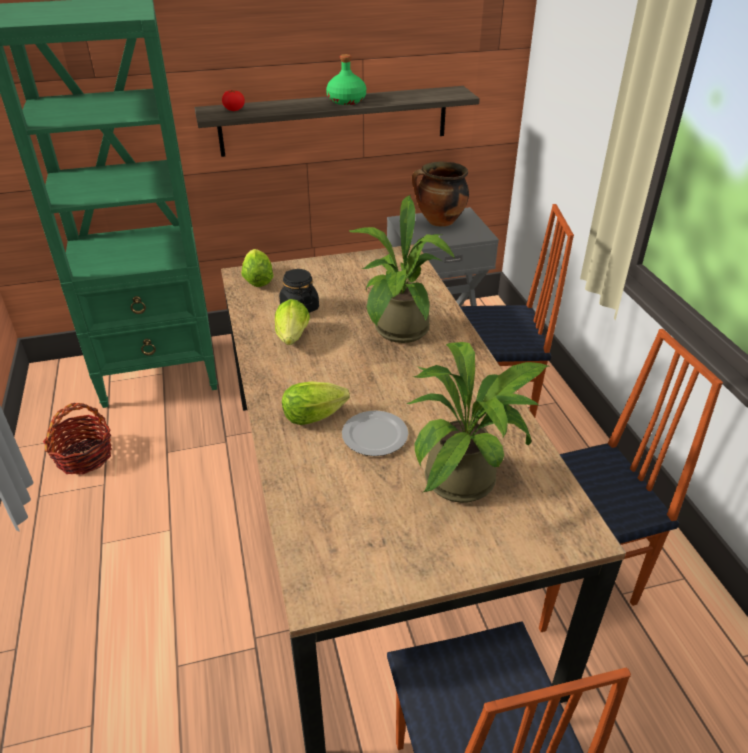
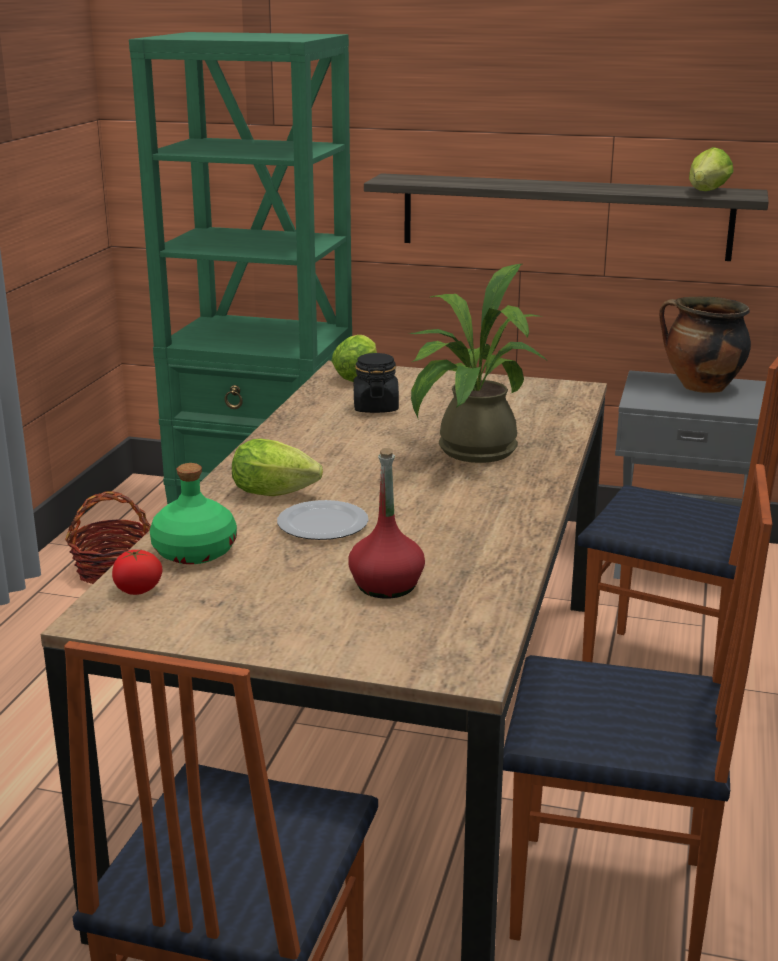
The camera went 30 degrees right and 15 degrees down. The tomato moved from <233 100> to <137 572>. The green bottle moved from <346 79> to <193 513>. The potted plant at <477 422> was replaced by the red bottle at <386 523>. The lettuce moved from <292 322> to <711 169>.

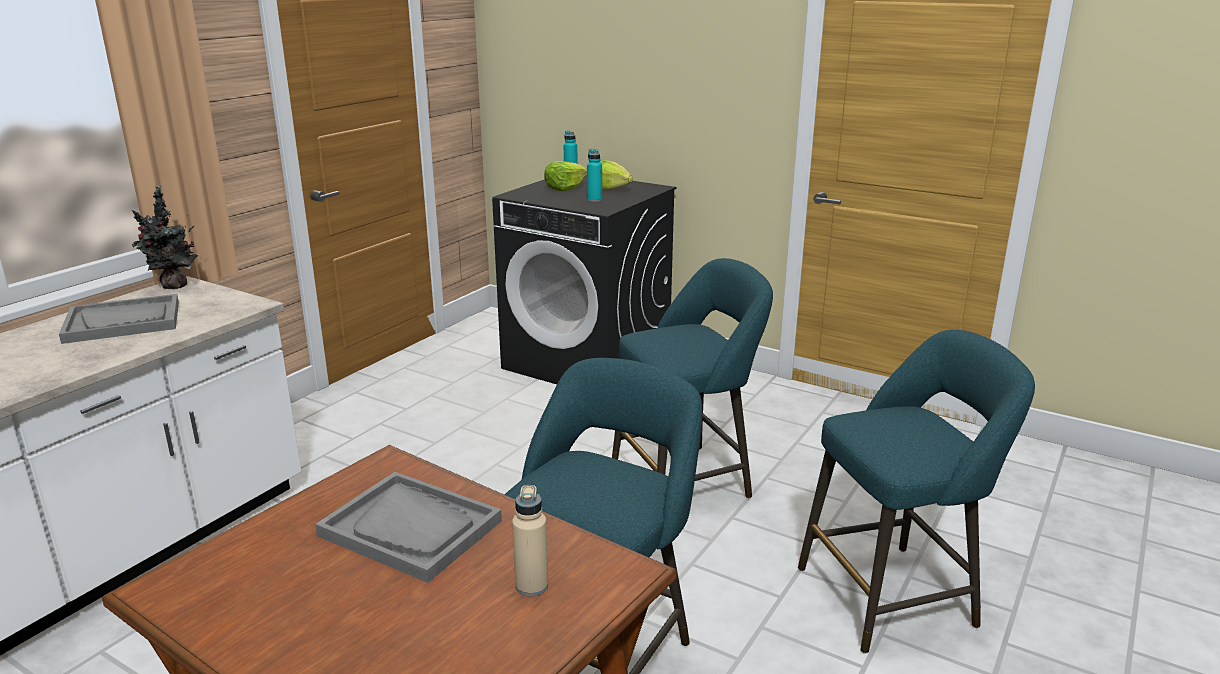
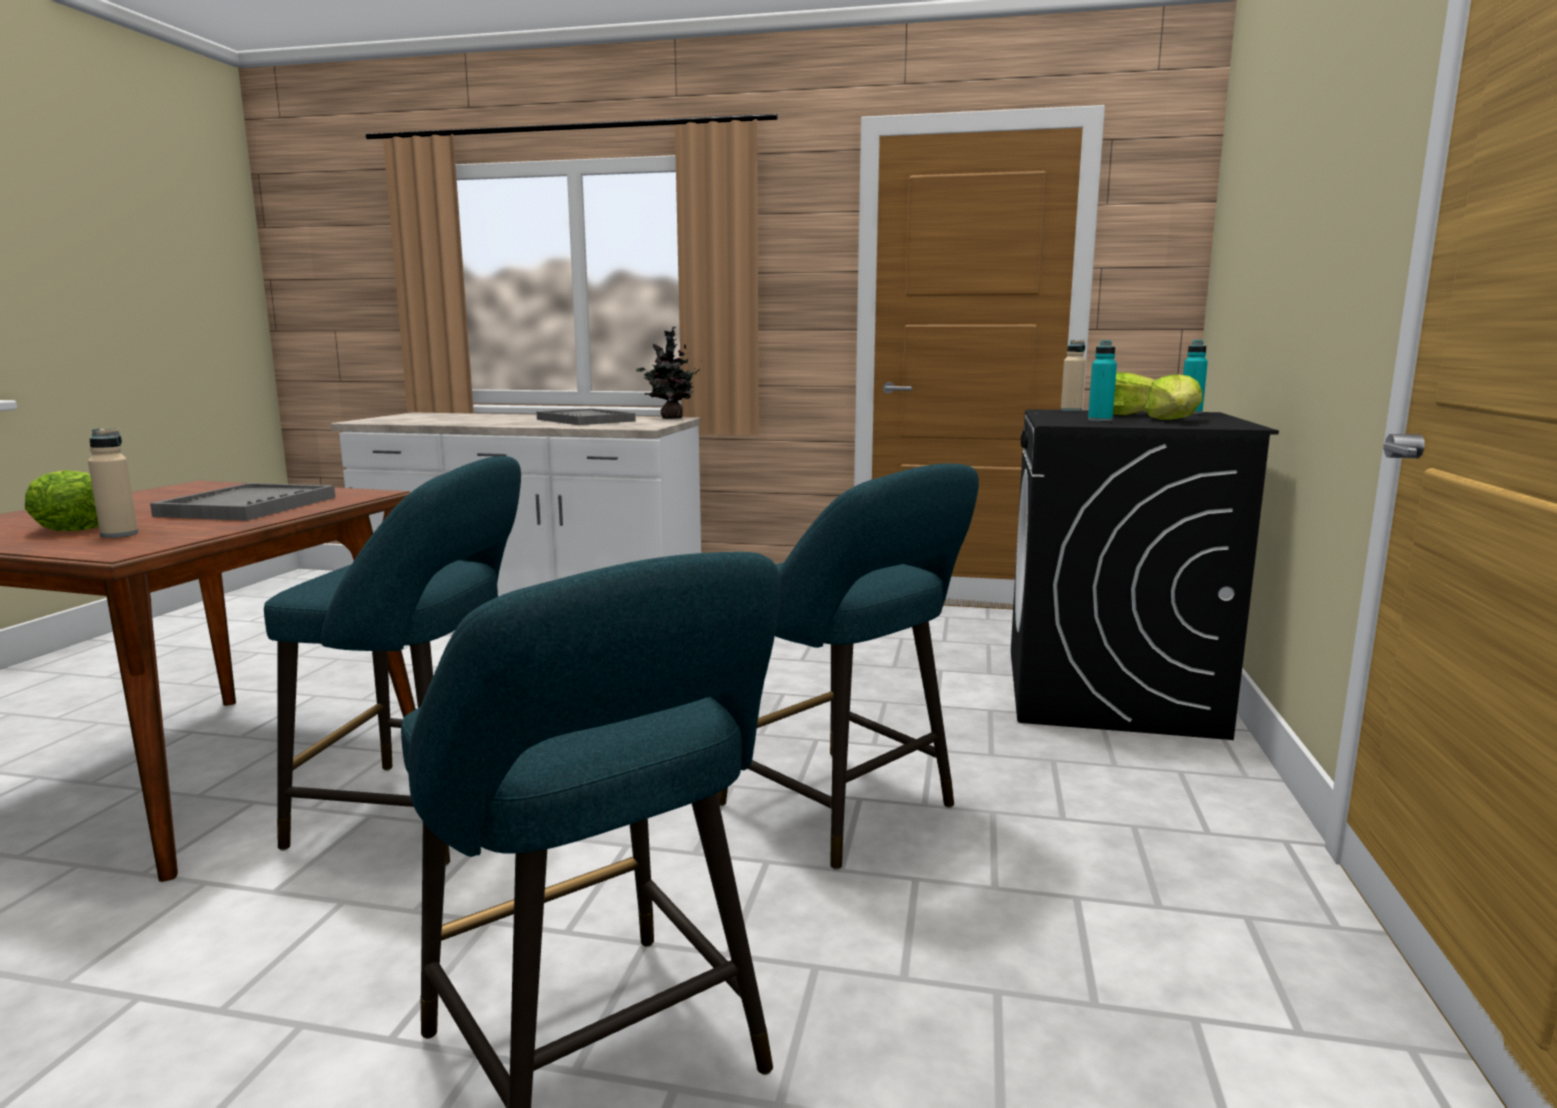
The camera went 70 degrees right and 10 degrees down. The lettuce at <62 500> appeared. The beige bottle at <1073 375> appeared.

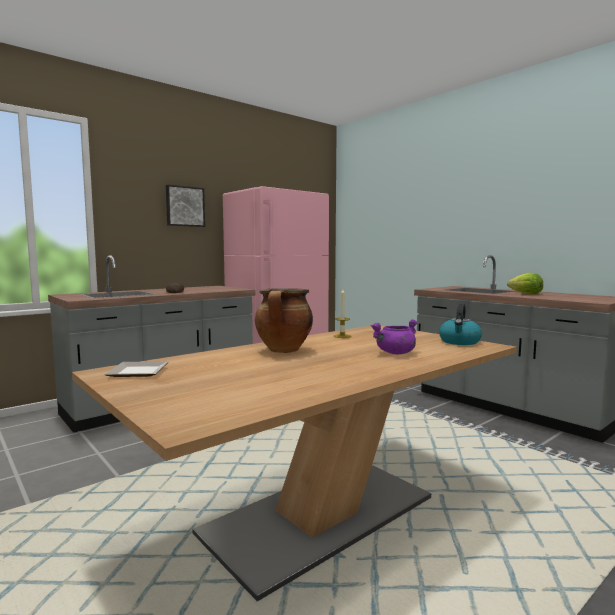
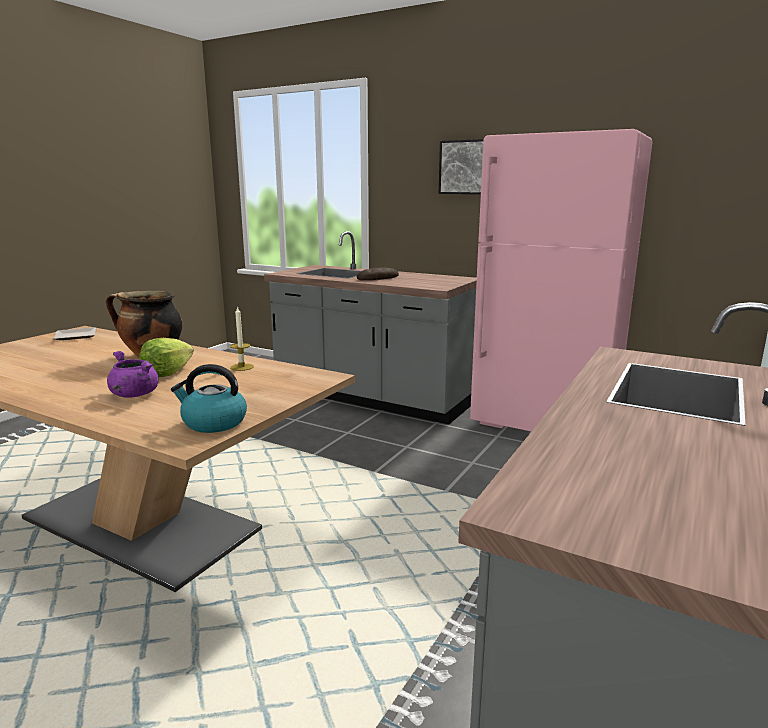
The camera went 70 degrees right and 10 degrees up. The lettuce moved from <525 283> to <166 357>.

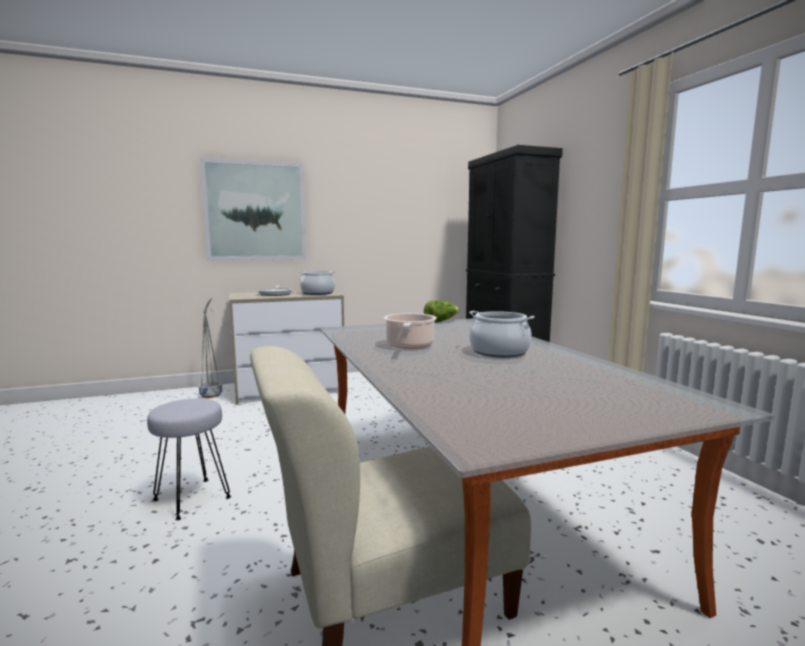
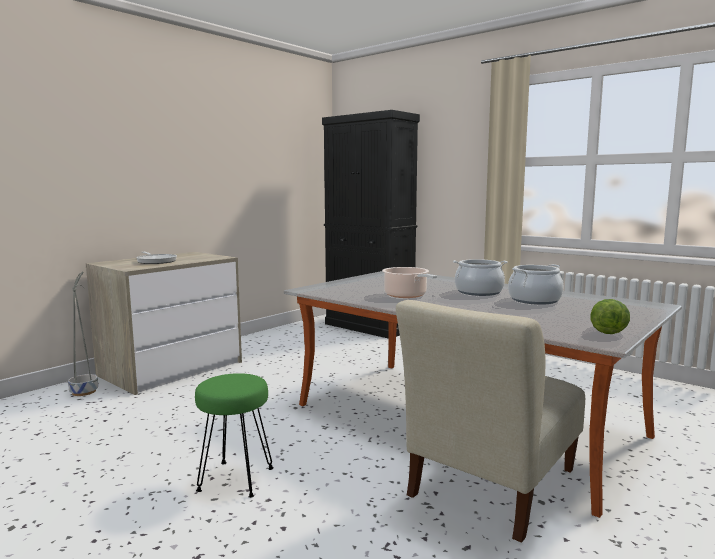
The camera went 30 degrees left and 0 degrees up. The grey stool at <189 459> became the green stool at <234 435>. The cooking pot moved from <317 283> to <535 284>. The lettuce moved from <441 312> to <610 316>. The picture at <253 209> disappeared.

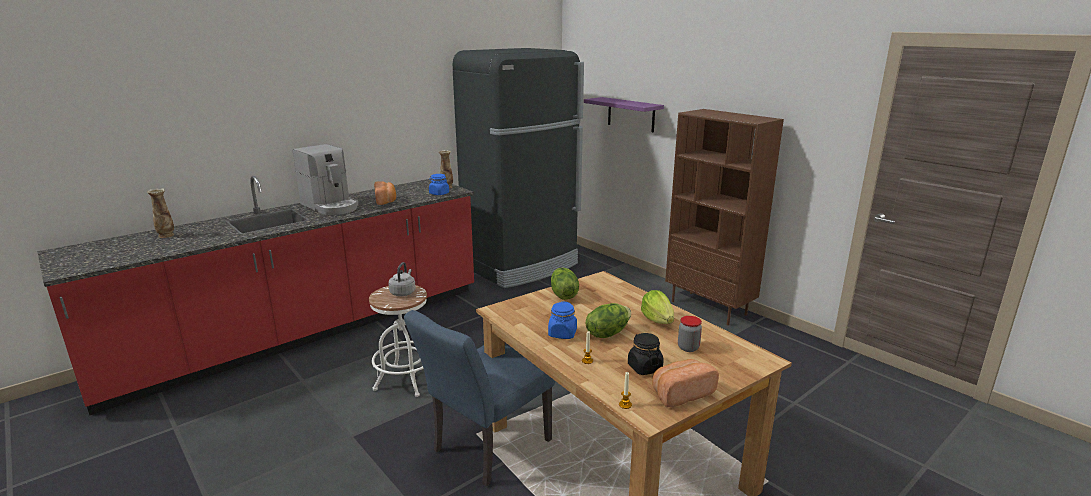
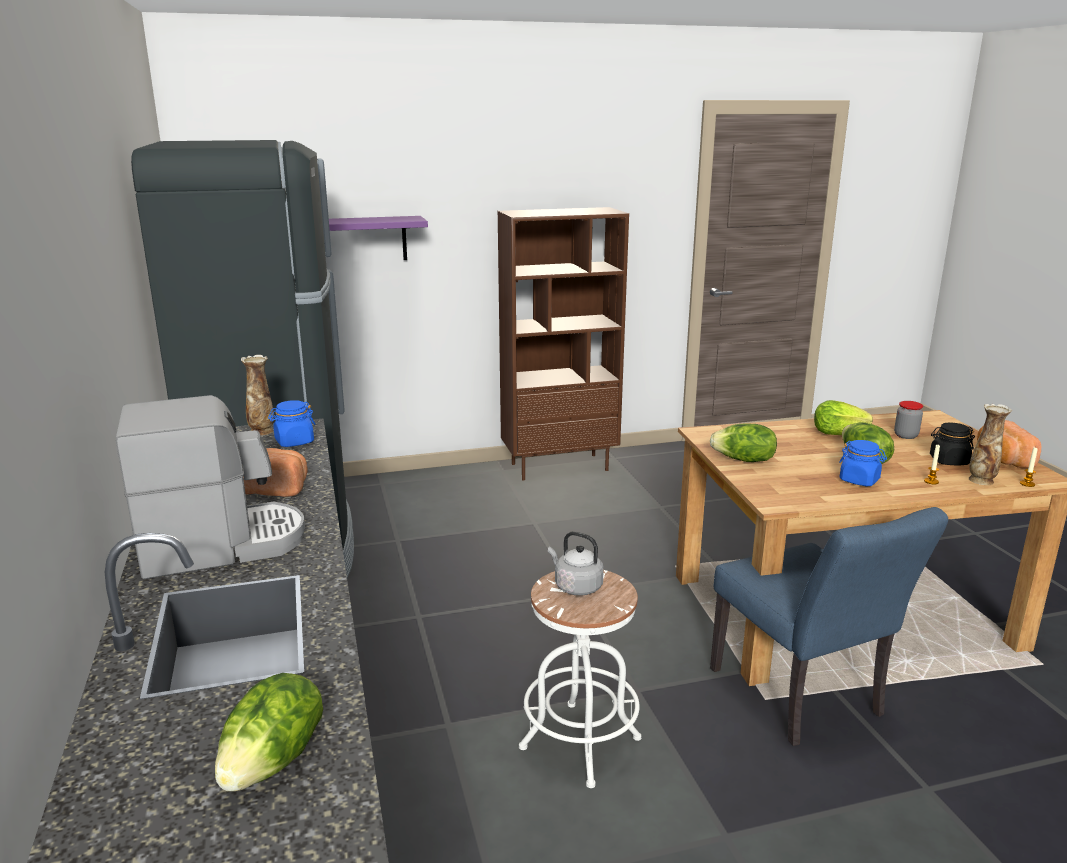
The camera went 65 degrees left and 0 degrees up. The lettuce at <269 732> appeared. The vase moved from <160 213> to <990 444>.

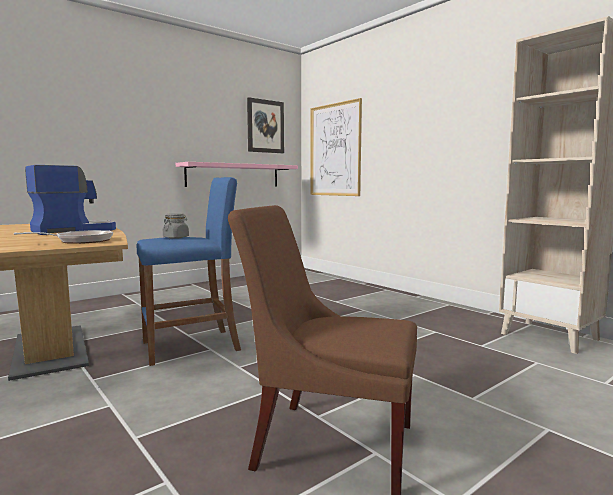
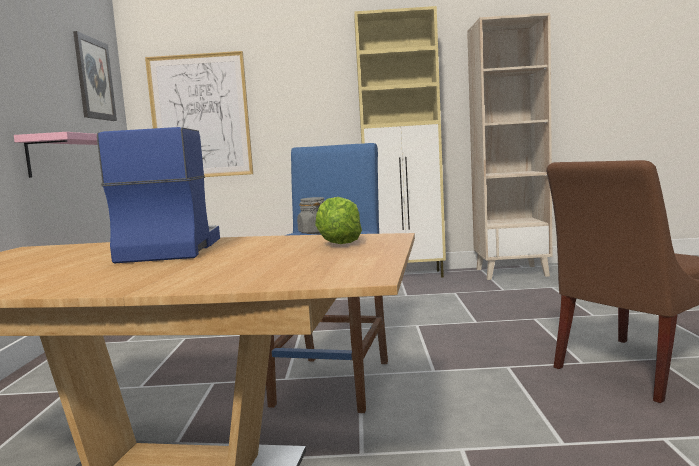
The camera went 50 degrees left and 0 degrees up. The frying pan at <63 237> was replaced by the lettuce at <338 220>. The beige cabinet at <400 142> appeared.

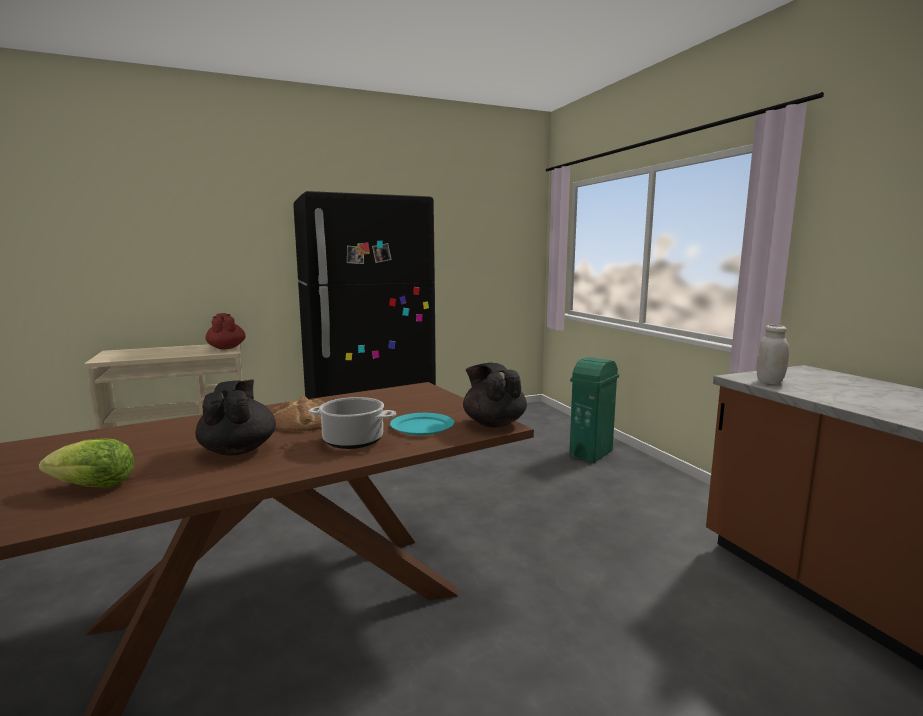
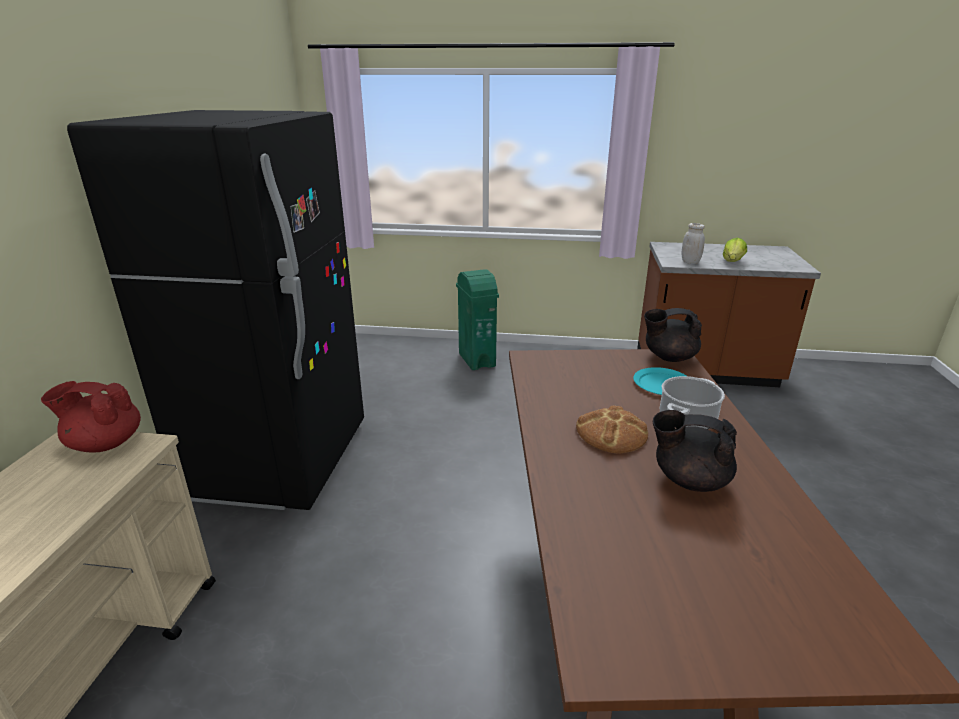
The camera went 60 degrees left and 15 degrees up. The lettuce moved from <87 463> to <735 250>.

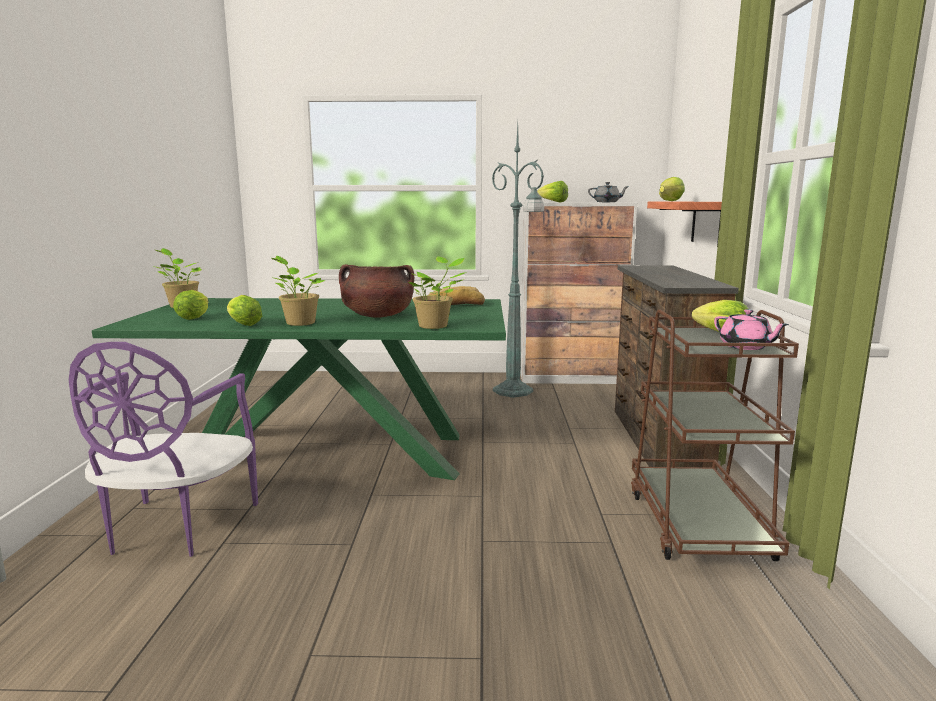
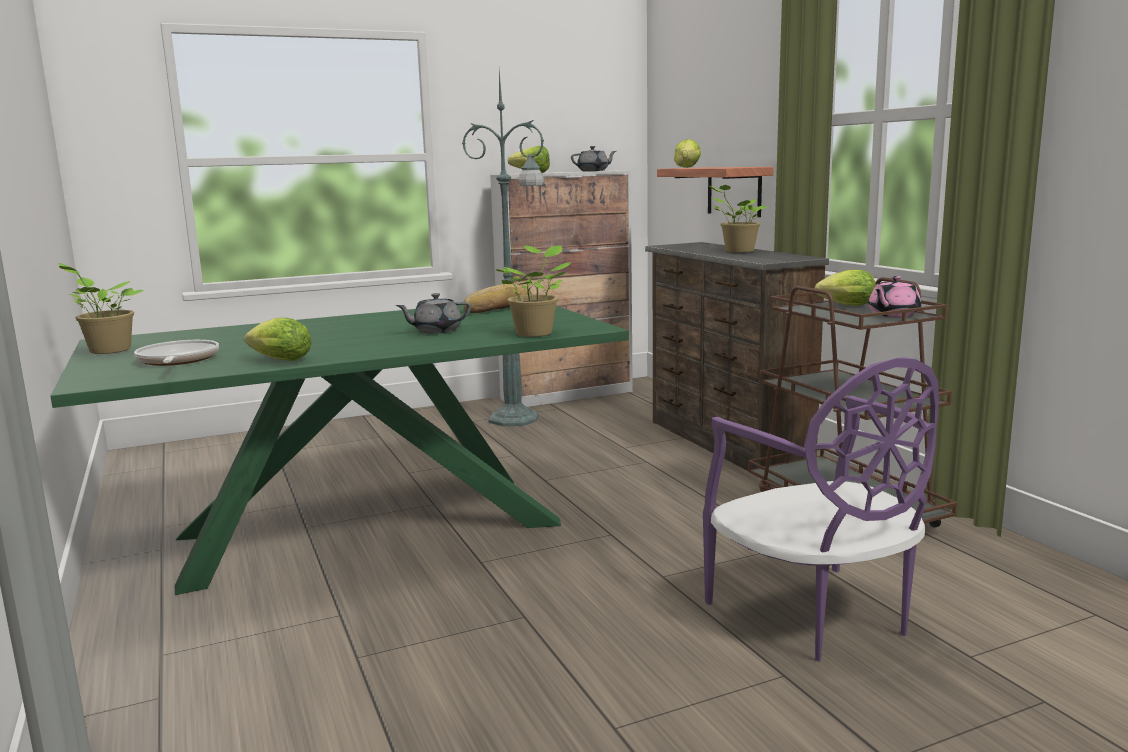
The camera went 25 degrees left and 0 degrees up. The lettuce at <190 305> was replaced by the frying pan at <176 353>. The brown cooking pot at <376 291> was replaced by the grey teapot at <433 313>. The purple chair moved from <163 449> to <821 509>. The potted plant moved from <298 291> to <737 219>. The pink teapot at <751 329> turned 105 degrees clockwise.

